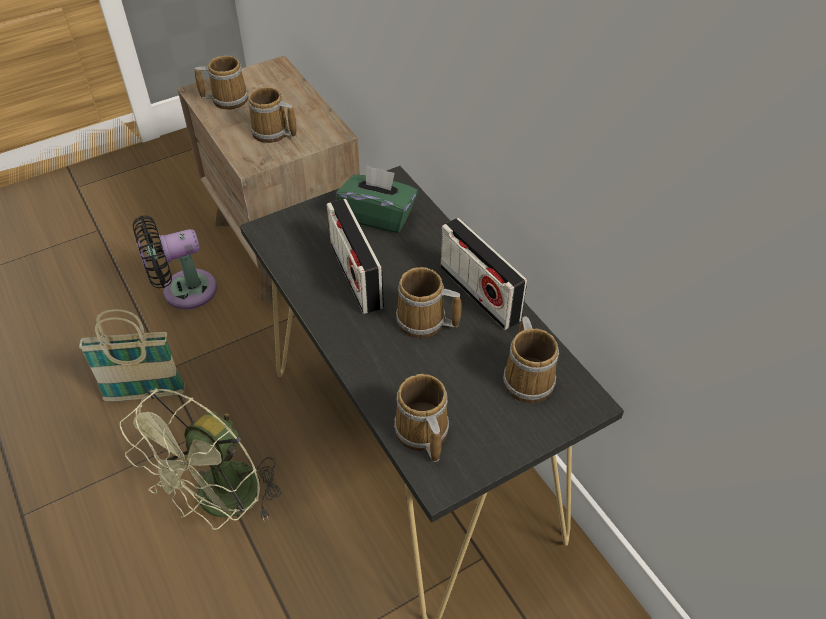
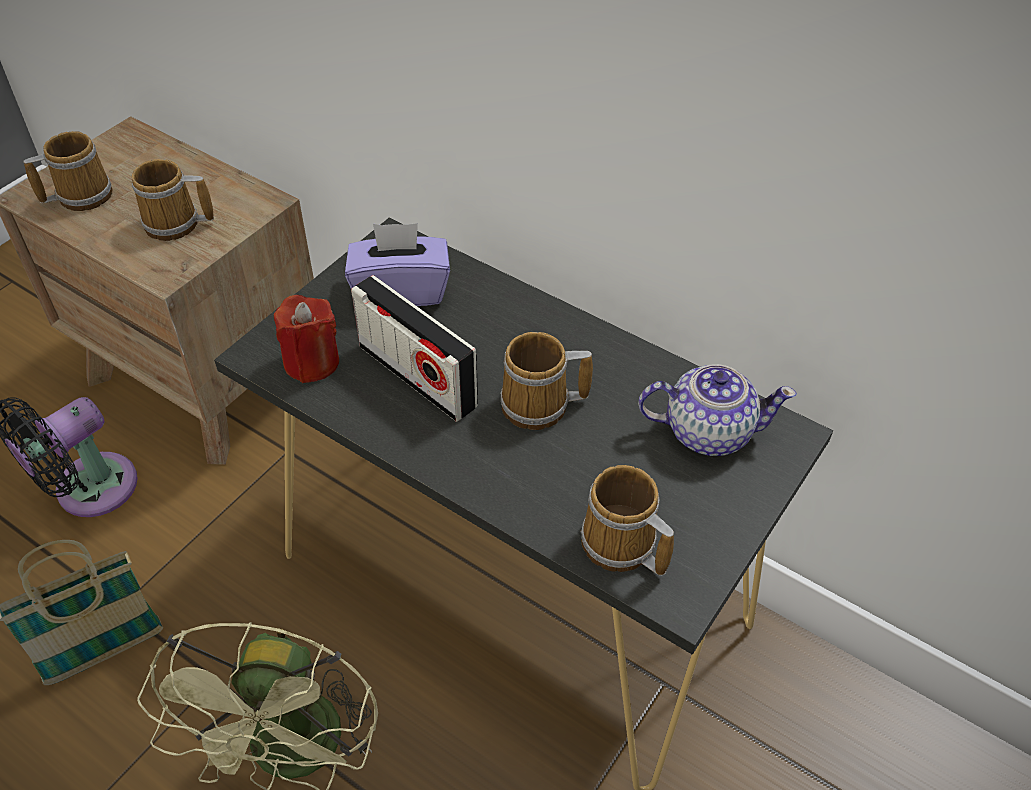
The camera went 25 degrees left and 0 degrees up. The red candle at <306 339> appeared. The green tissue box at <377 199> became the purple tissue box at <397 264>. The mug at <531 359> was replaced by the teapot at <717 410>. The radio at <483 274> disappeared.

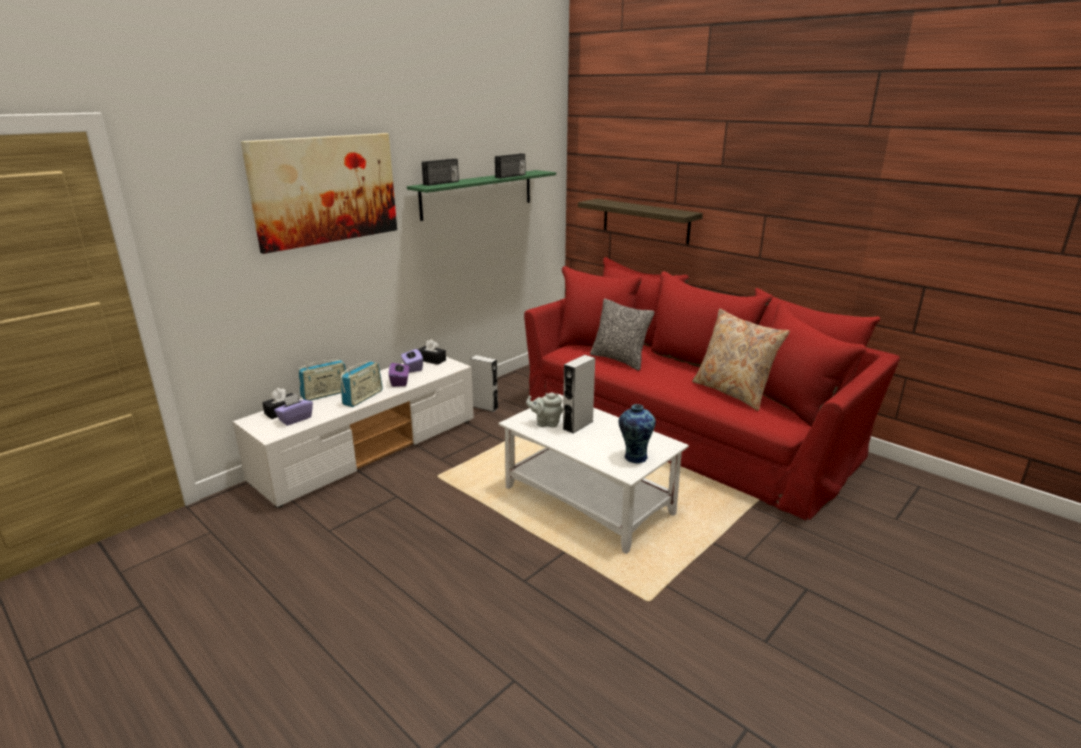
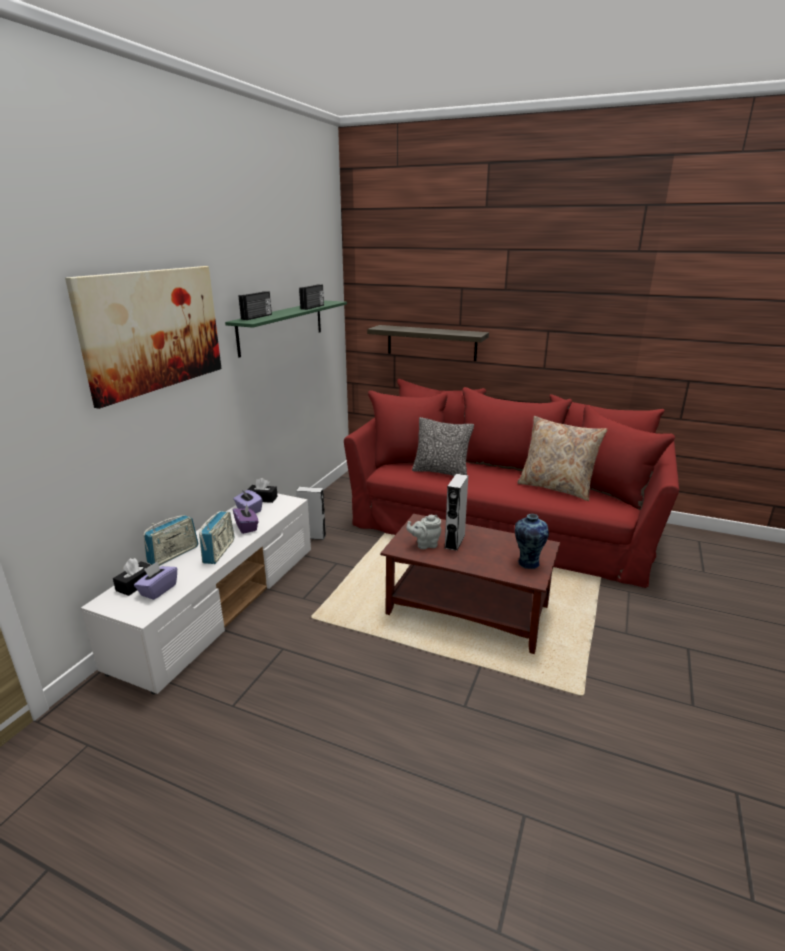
The camera went 20 degrees left and 0 degrees up. The white coffee table at <594 474> became the brown coffee table at <470 584>.

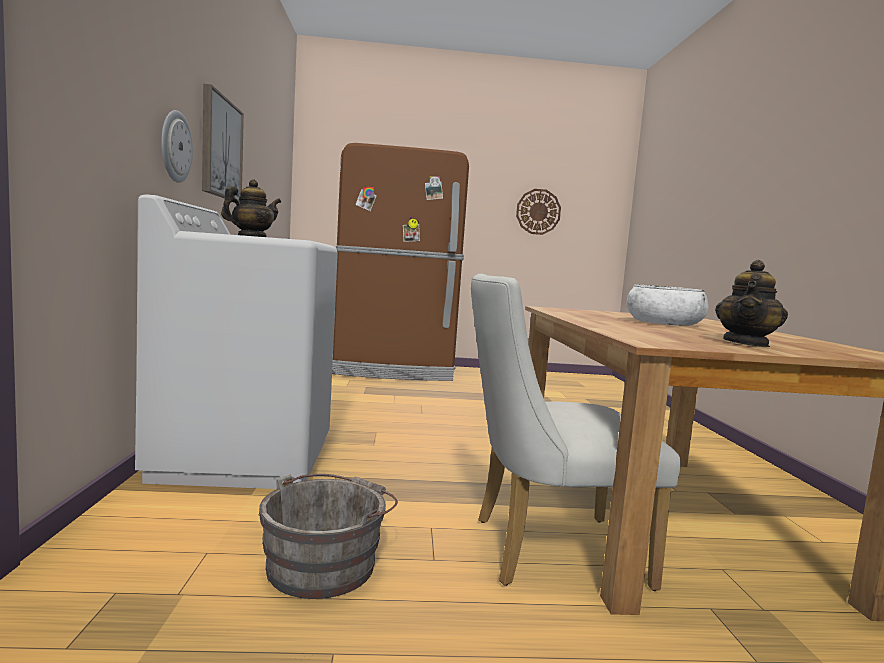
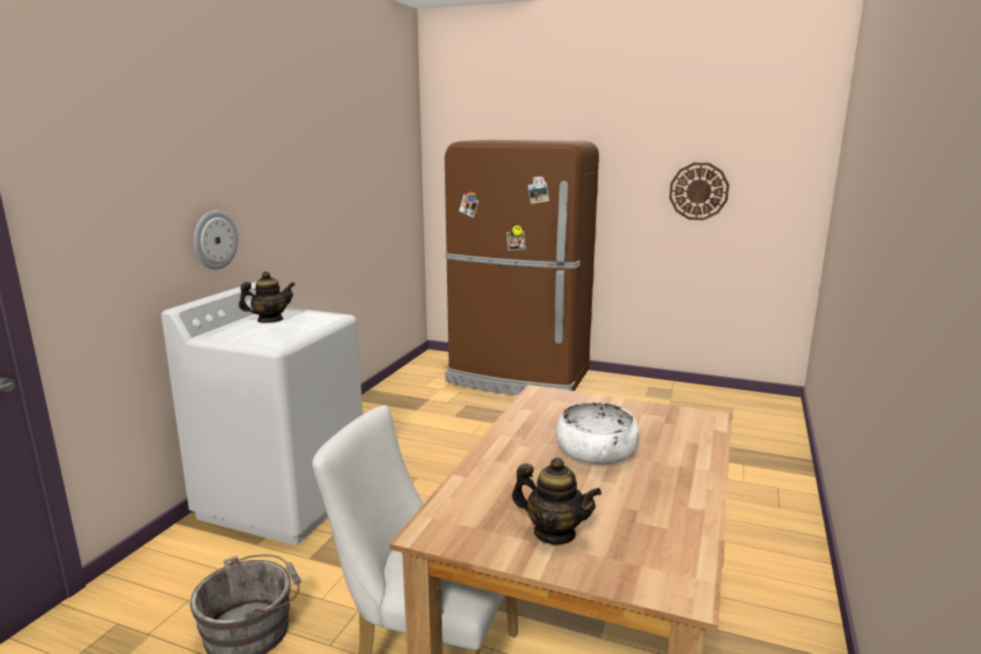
The camera went 25 degrees right and 10 degrees up. The teapot at <751 303> turned 120 degrees counterclockwise. The picture at <223 143> disappeared.

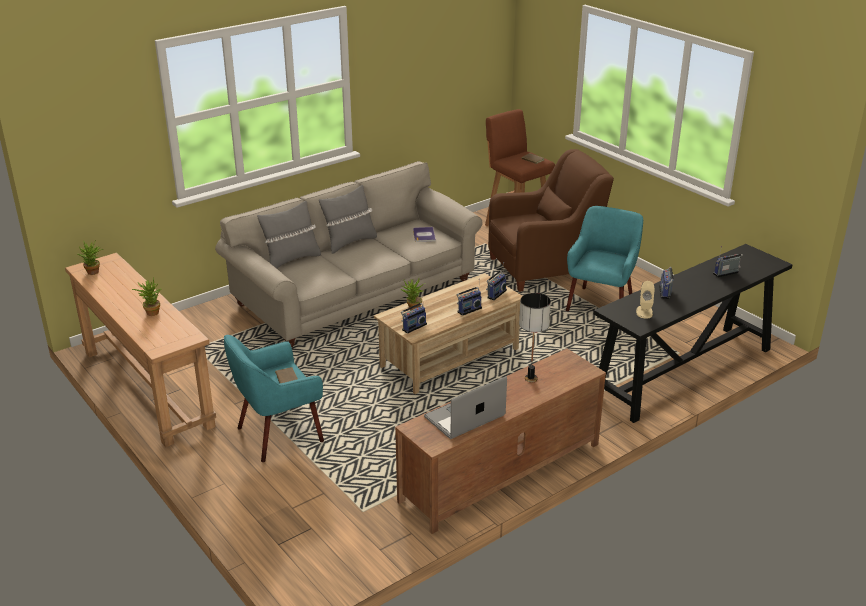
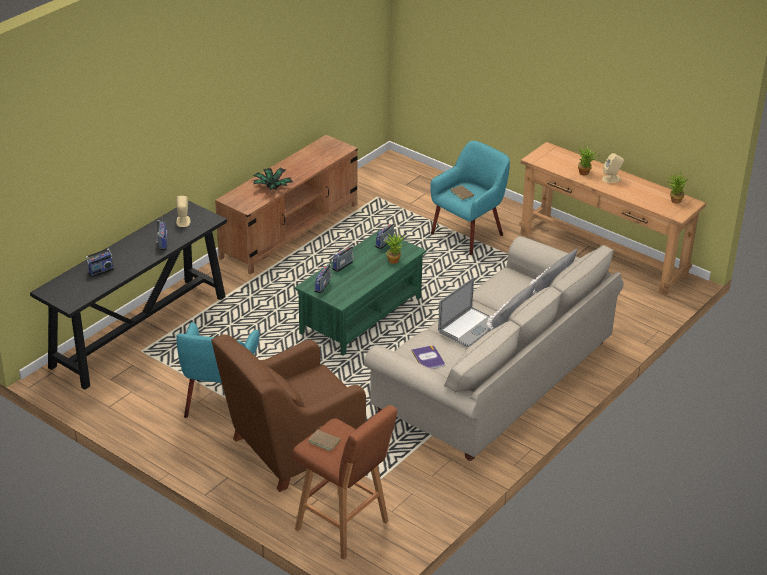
The camera went 165 degrees right and 5 degrees up. The table lamp at <535 337> was replaced by the potted plant at <273 179>. The beige coffee table at <448 333> became the green coffee table at <360 293>. The laptop moved from <465 407> to <465 312>. The beige speaker at <613 168> appeared.

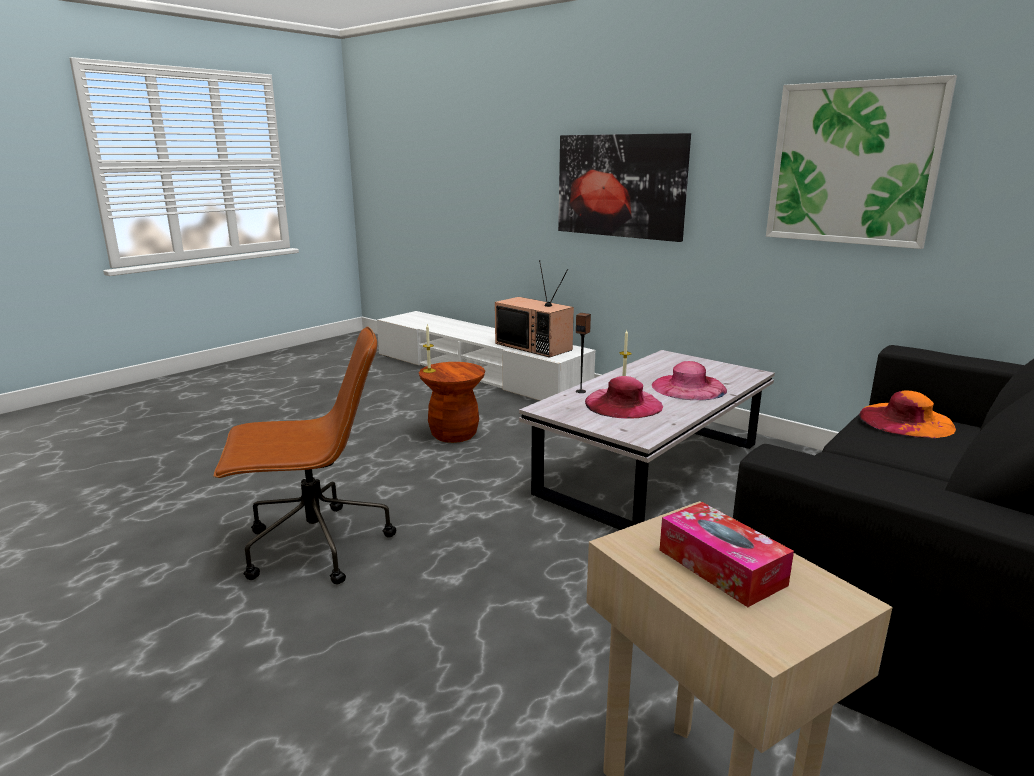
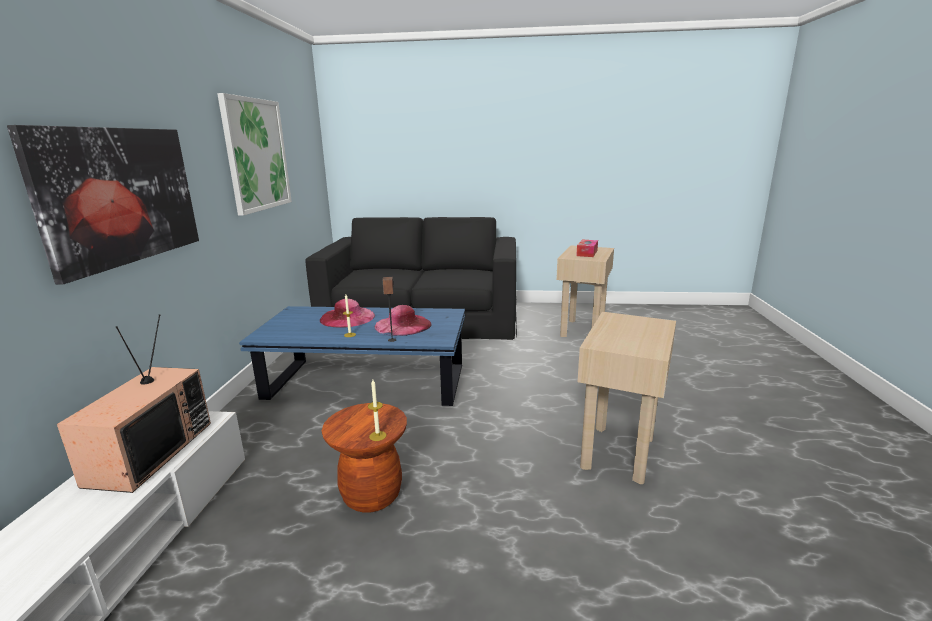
The camera went 125 degrees left and 0 degrees up. The white coffee table at <647 440> became the blue coffee table at <352 356>. The brown office chair at <305 455> was replaced by the beige side table at <626 398>. The orange hat at <907 414> disappeared.

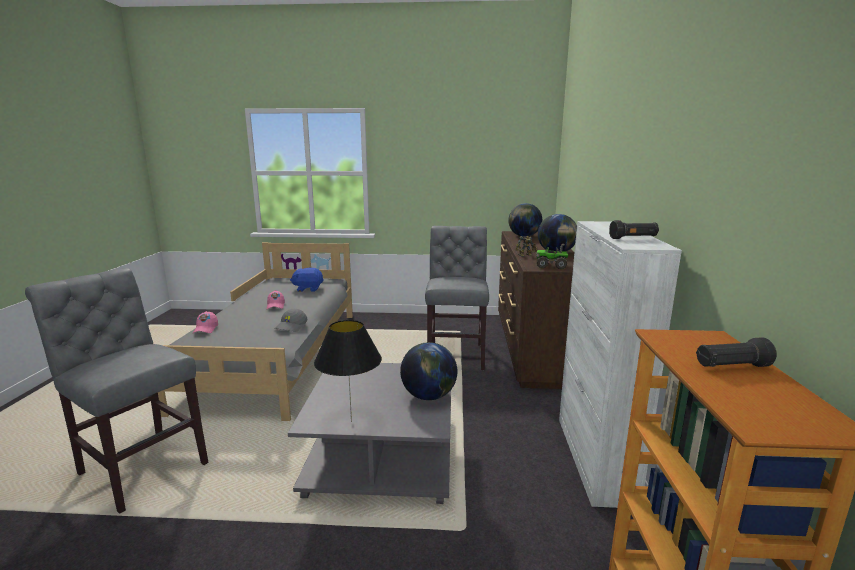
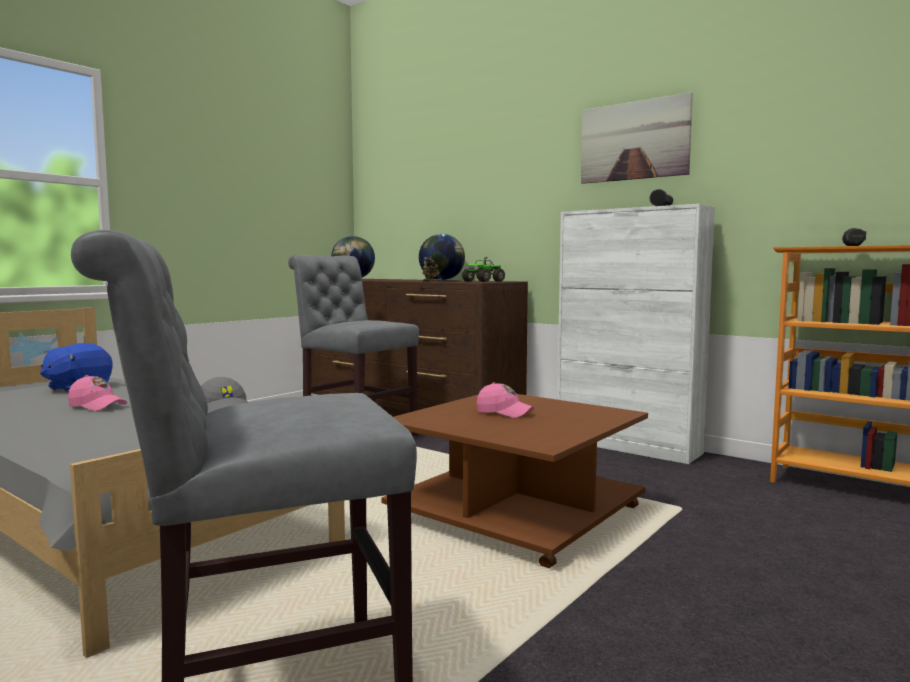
The camera went 55 degrees left and 10 degrees down. The grey coffee table at <369 433> became the brown coffee table at <514 481>. The pink cap moved from <205 322> to <505 400>. The picture at <637 138> appeared. The black table lamp at <348 371> disappeared. The globe at <428 371> disappeared.

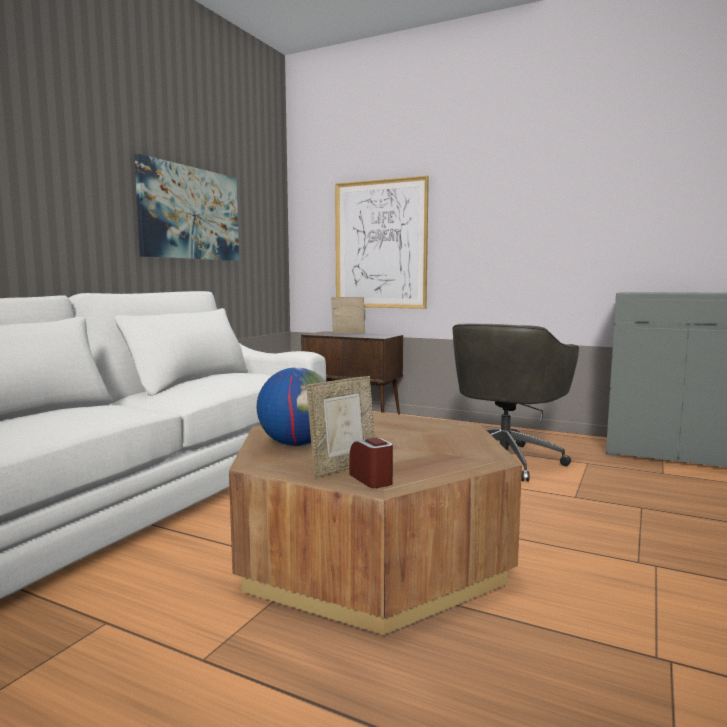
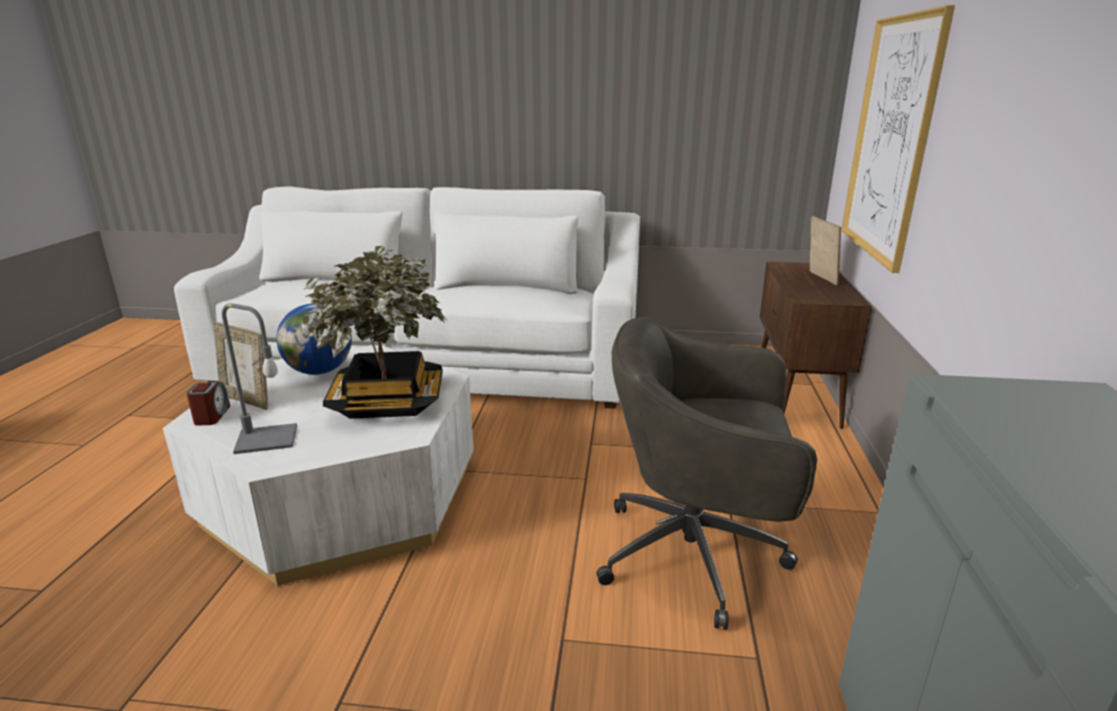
The camera went 70 degrees right and 15 degrees up. The brown coffee table at <375 523> became the white coffee table at <318 465>. The alarm clock at <371 462> turned 45 degrees counterclockwise. The grey table lamp at <259 378> appeared. The potted plant at <374 332> appeared. The picture at <186 207> disappeared.

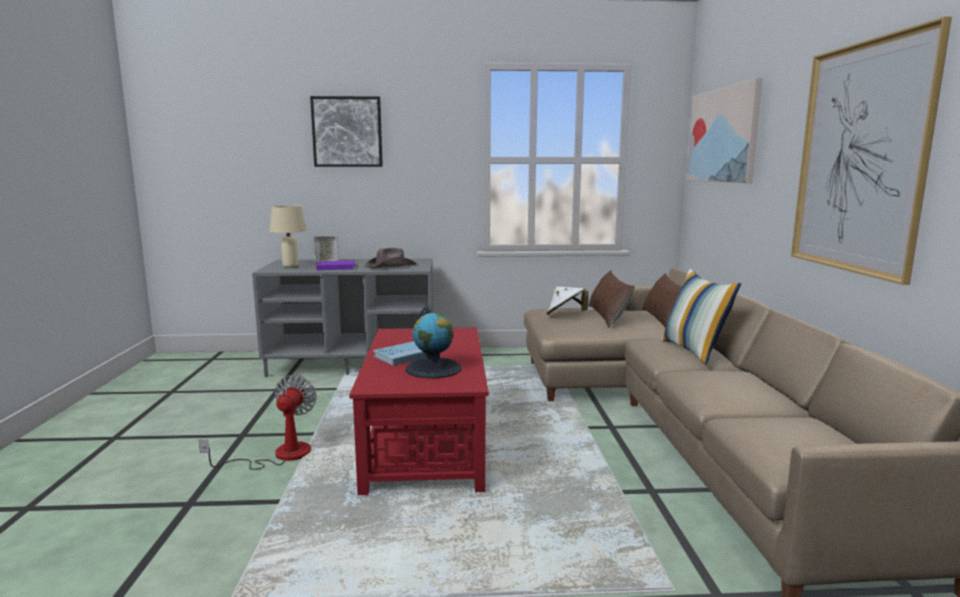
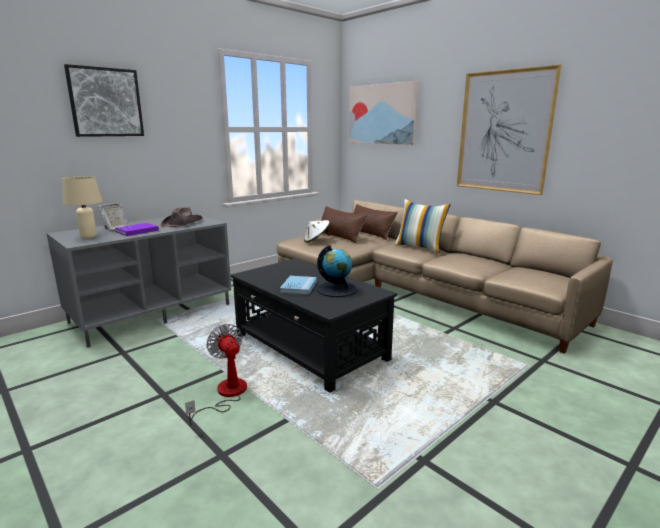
The camera went 40 degrees left and 5 degrees up. The red coffee table at <419 411> became the black coffee table at <313 326>.

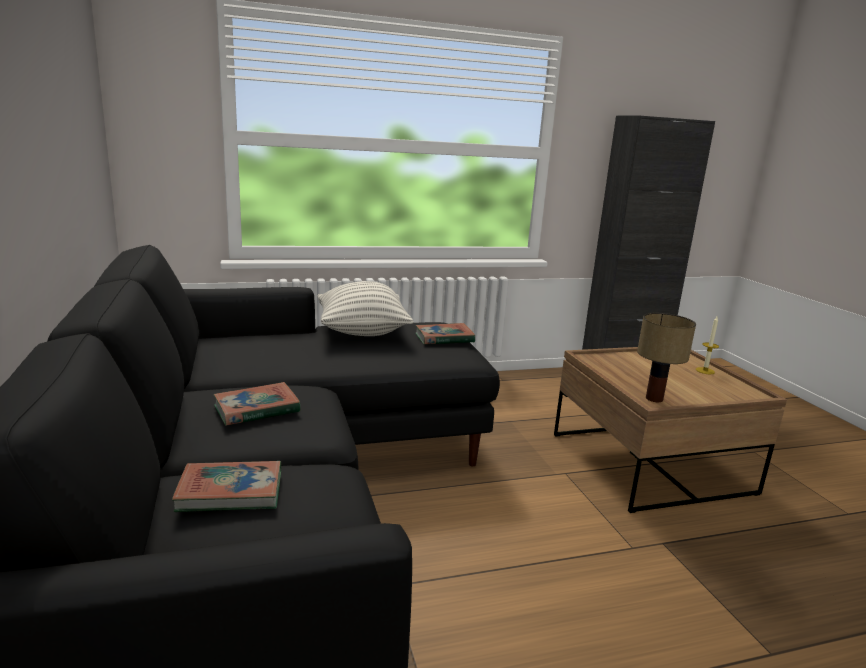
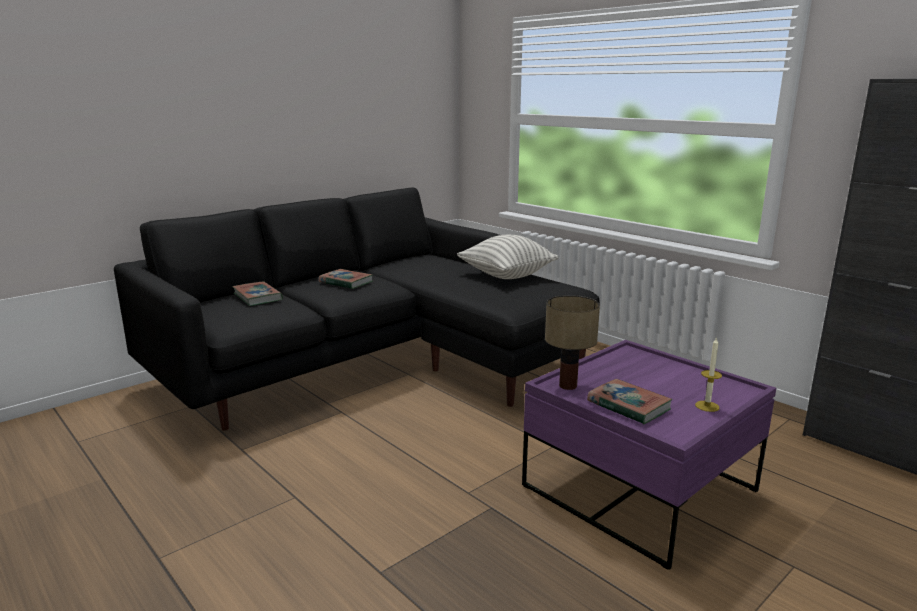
The camera went 65 degrees right and 0 degrees up. The brown coffee table at <670 430> became the purple coffee table at <649 455>. The book moved from <445 334> to <630 401>.

